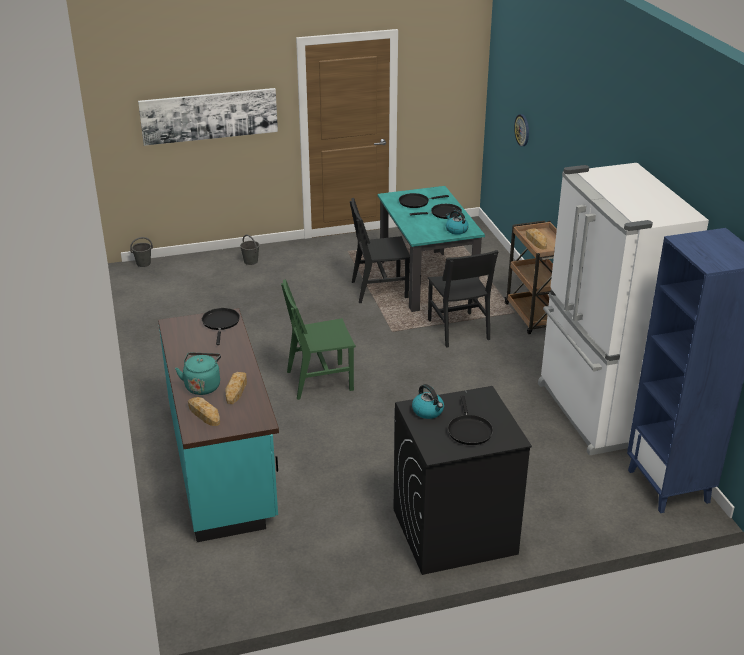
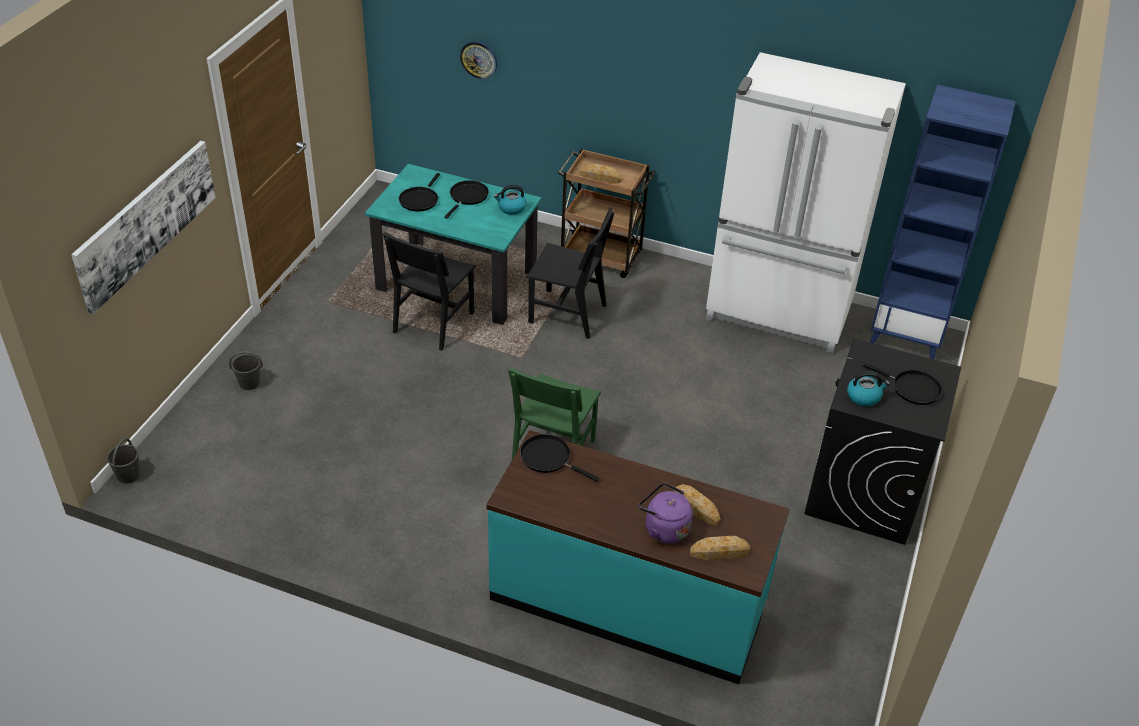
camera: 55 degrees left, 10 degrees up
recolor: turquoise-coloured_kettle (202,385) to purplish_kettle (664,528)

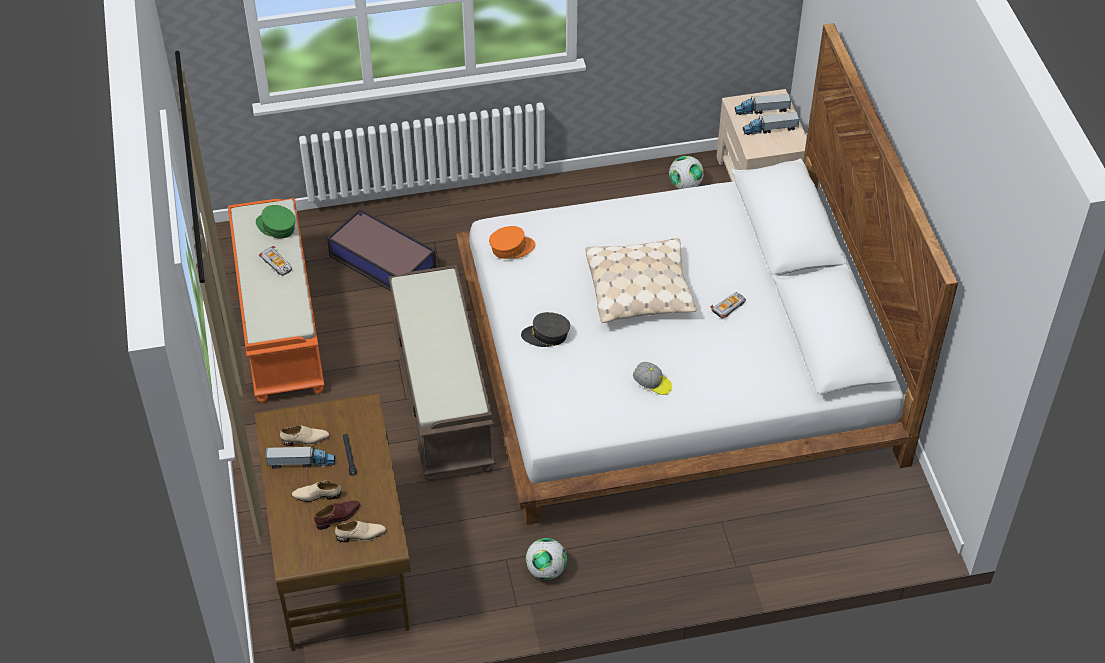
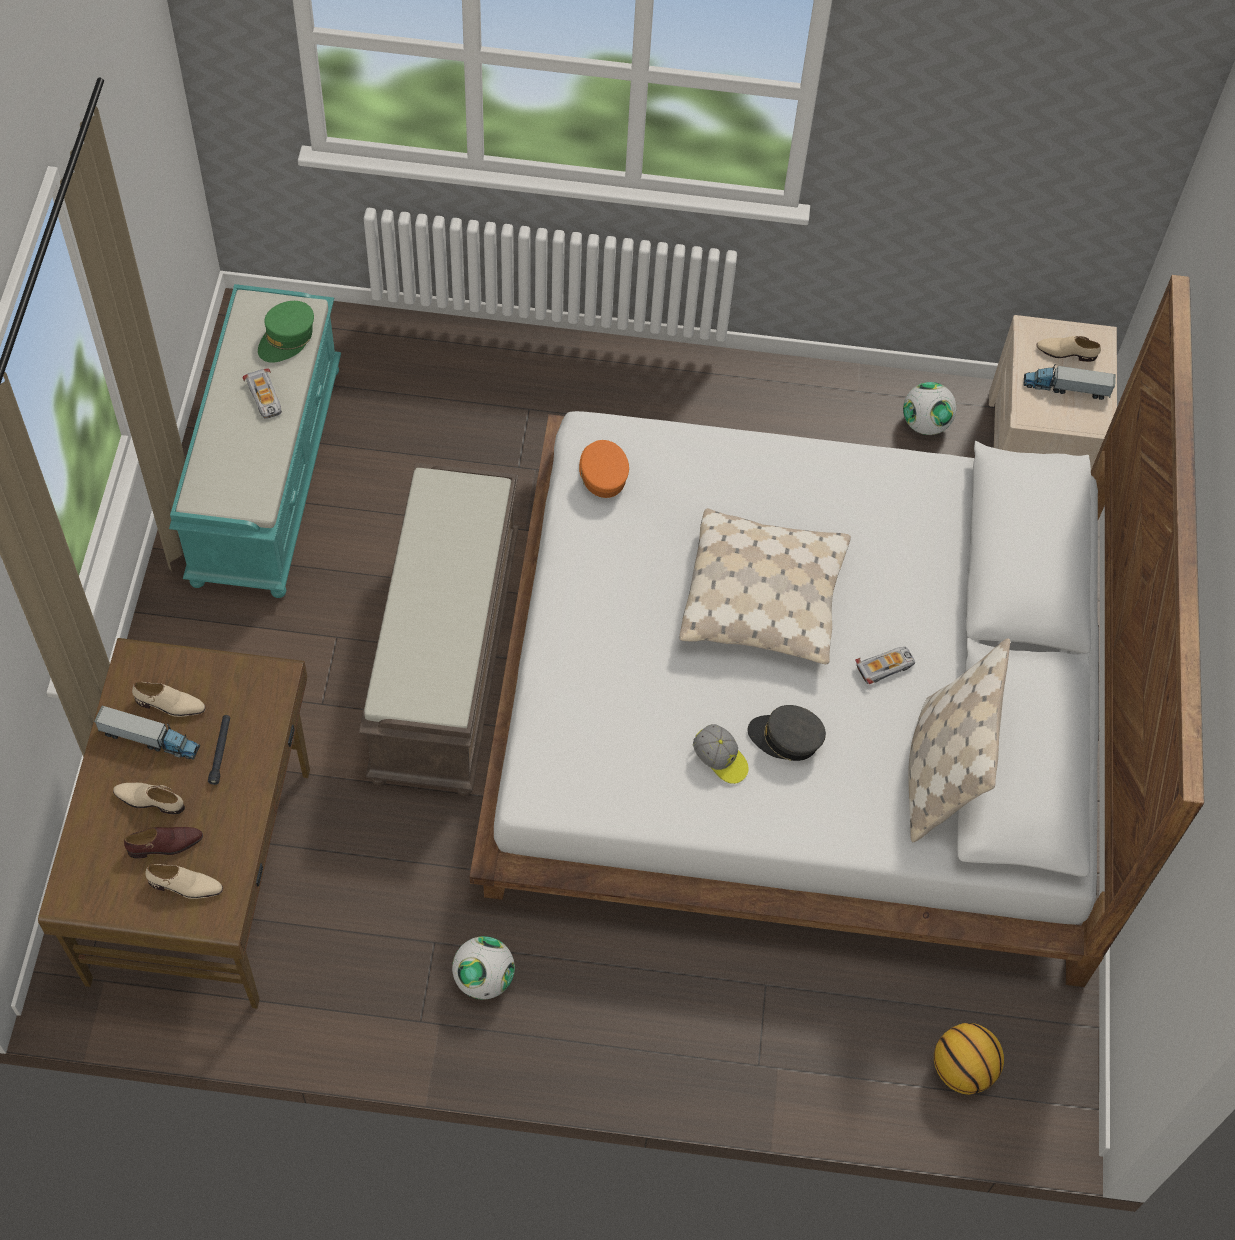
camera: 15 degrees right, 10 degrees up
delete: storage_box (382,261)
insert: beige-coloured_cushion (941,773); basketball (962,1069)
move: greyish_peaked_cap (546,335) to (786,739)
replace: toy_lorry (762,110) to beige-coloured_item_of_footwear (1066,352)
recolor: orangey_bench (278,324) to turquoise-coloured_bench (265,472)
rotate: green_peaked_cap (276,227) = (287,338) 105 degrees counterclockwise; orangey_peaked_cap (511,248) = (602,473) 105 degrees counterclockwise

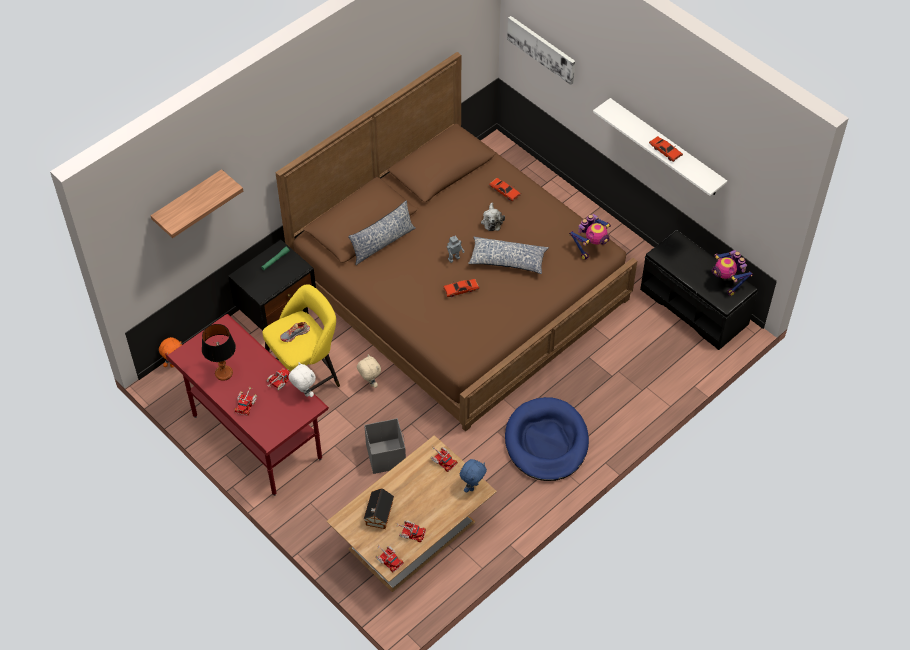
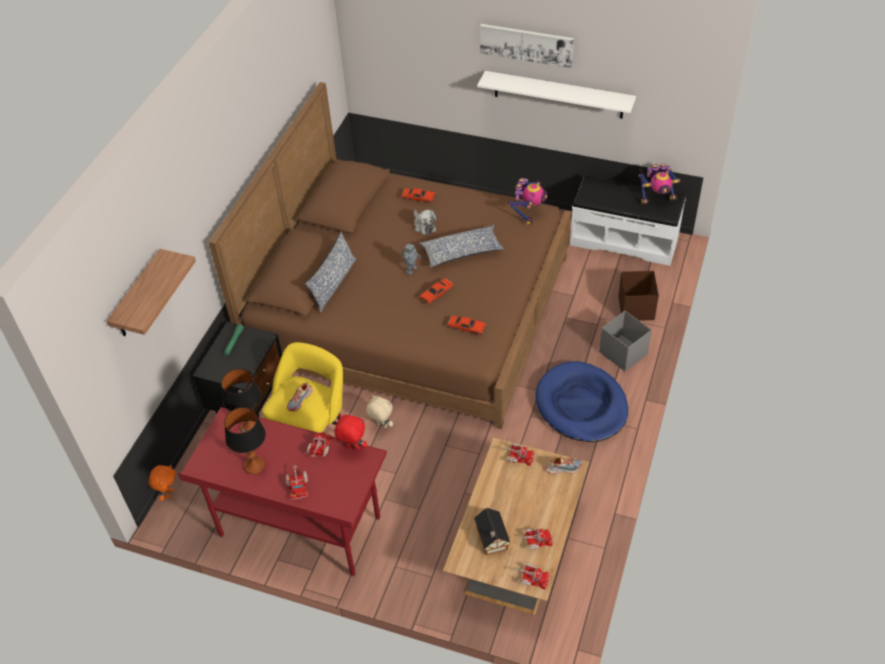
camera: 25 degrees left, 5 degrees down
insert: table_lamp (250,427); brownish_storage_box (635,308)
move: greyish_storage_box (386,455) to (623,352); wall_art (542,49) to (526,44); red-coloured_miniature_car (665,151) to (467,327)
replace: bluish_plush_toy (472,486) to item_of_footwear (563,467)
recolor: whitish_plush_toy (304,393) to red-coloured_plush_toy (352,448); black_bench (694,306) to whitish_bench (624,240)
rotate: model_robot (726,282) = (657,198) 45 degrees counterclockwise

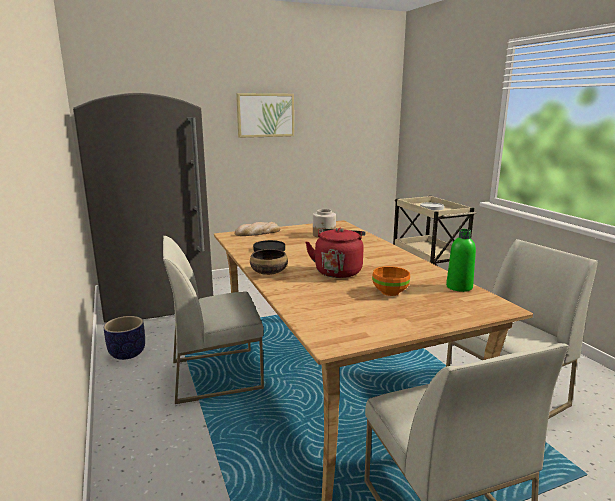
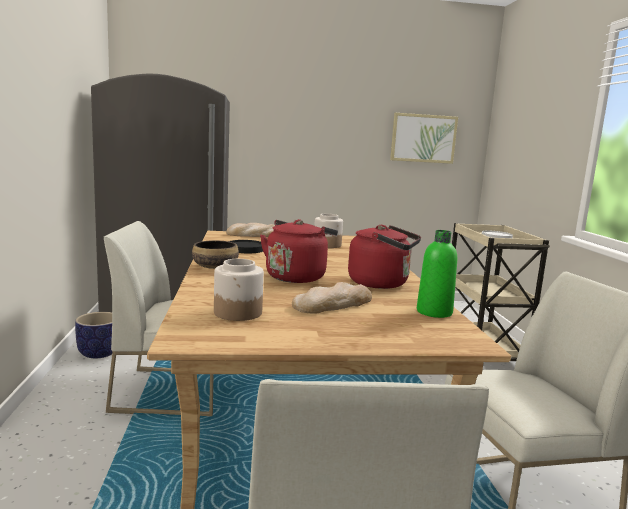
camera: 15 degrees right, 5 degrees down
insert: preserve_jar (238,312); red-coloured_kettle (382,284)
move: wall_art (265,115) to (423,138)
replace: orangey_serving_bowl (390,292) to bakery_bread (333,304)

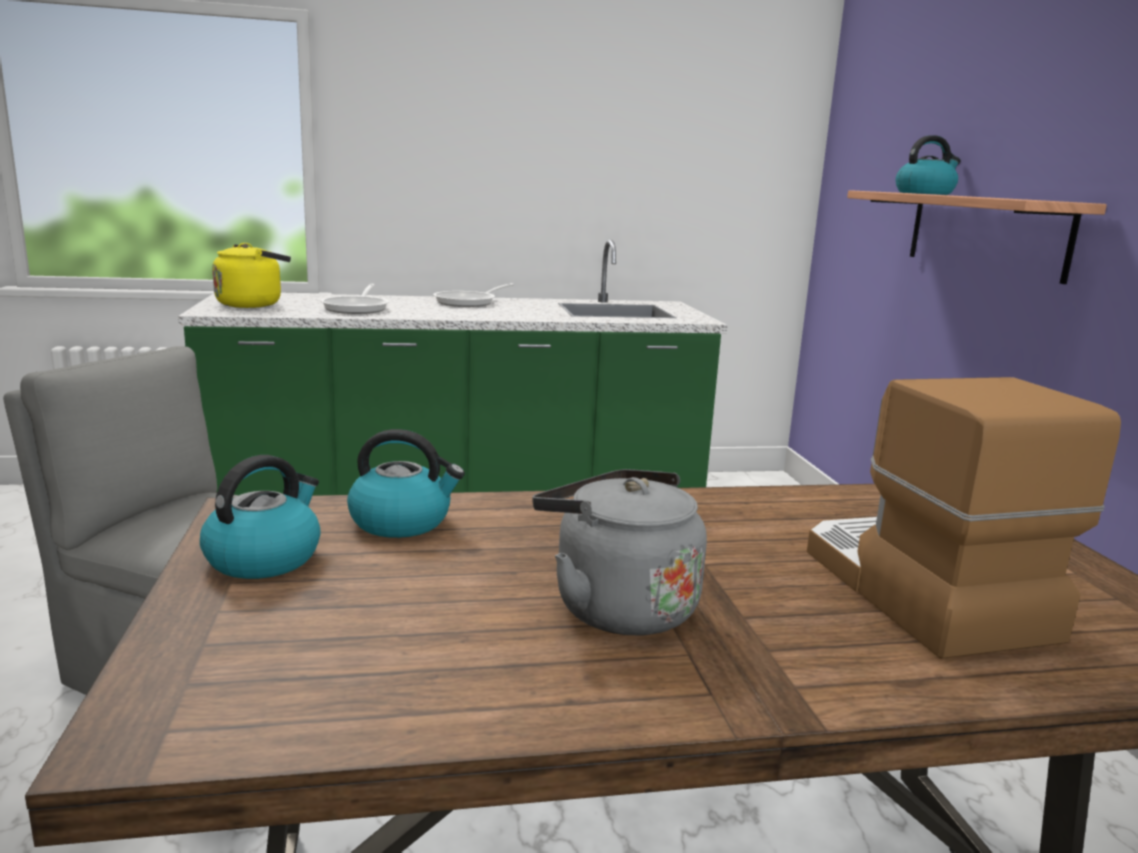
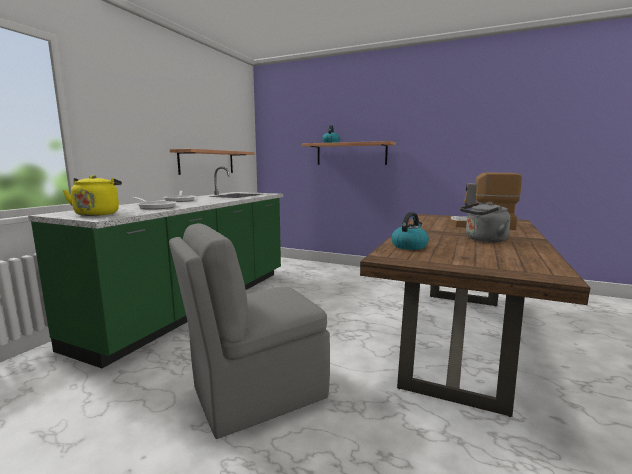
camera: 55 degrees left, 5 degrees down
delete: kettle (264,558)
insert: shelf (207,162)

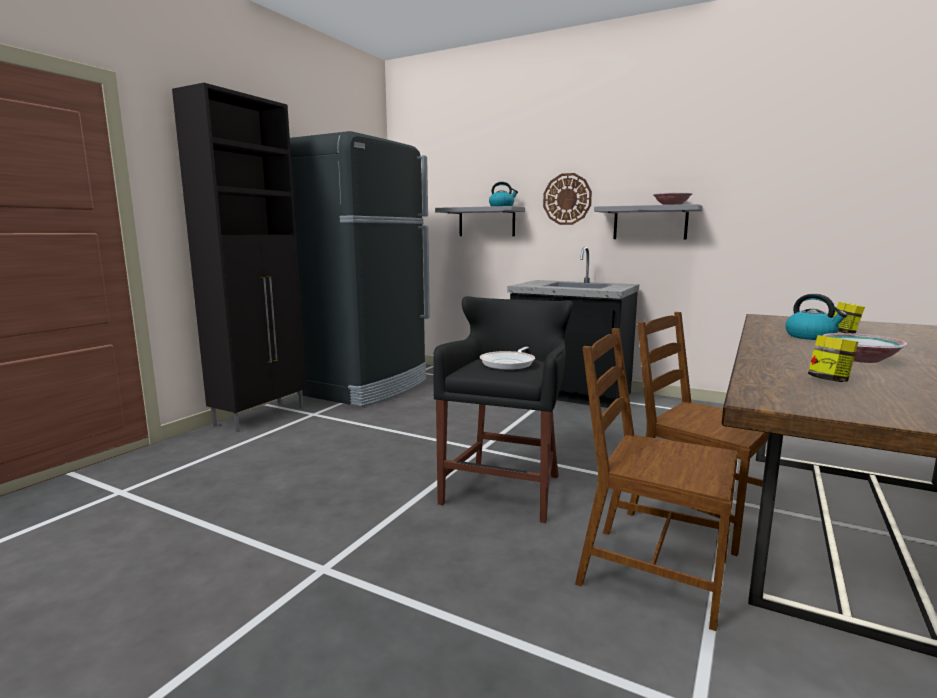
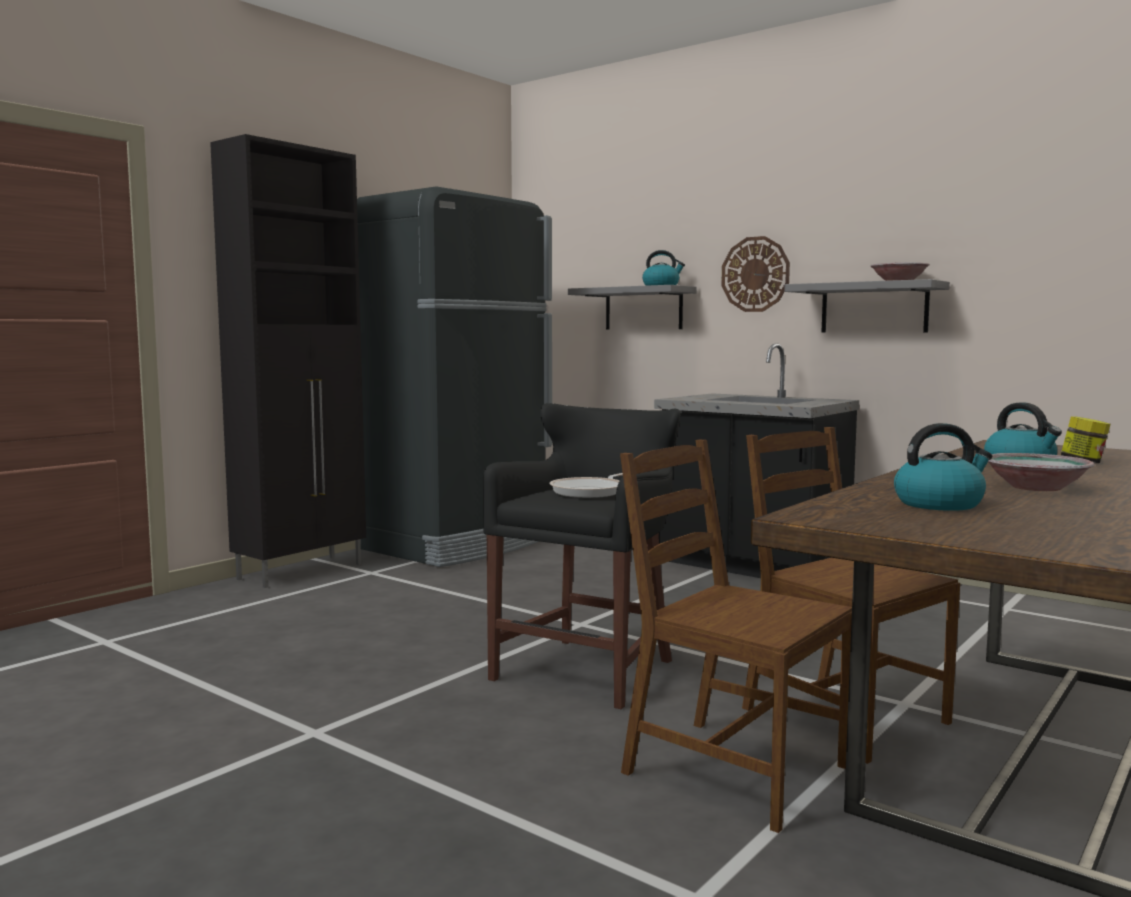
camera: 10 degrees right, 5 degrees down
replace: preserve_jar (829,380) to kettle (939,504)

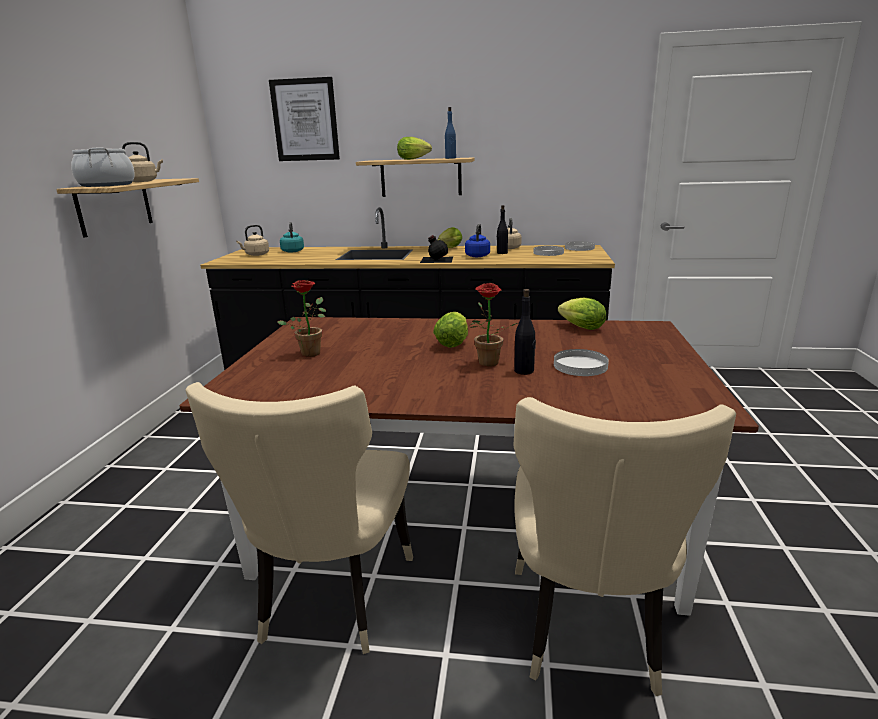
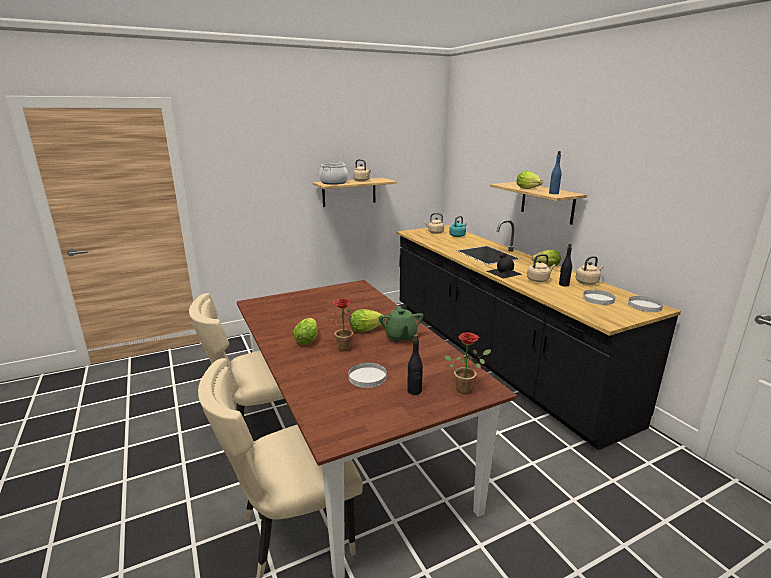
camera: 55 degrees right, 0 degrees up
delete: wall_art (305,120)
insert: green_tea_pot (400,337)
move: potted_plant (311,352) to (466,388); black_bottle (524,371) to (414,391); head_of_lettuce (579,327) to (308,339)
recolor: bluish_kettle (477,255) to beige-coloured_kettle (539,280)

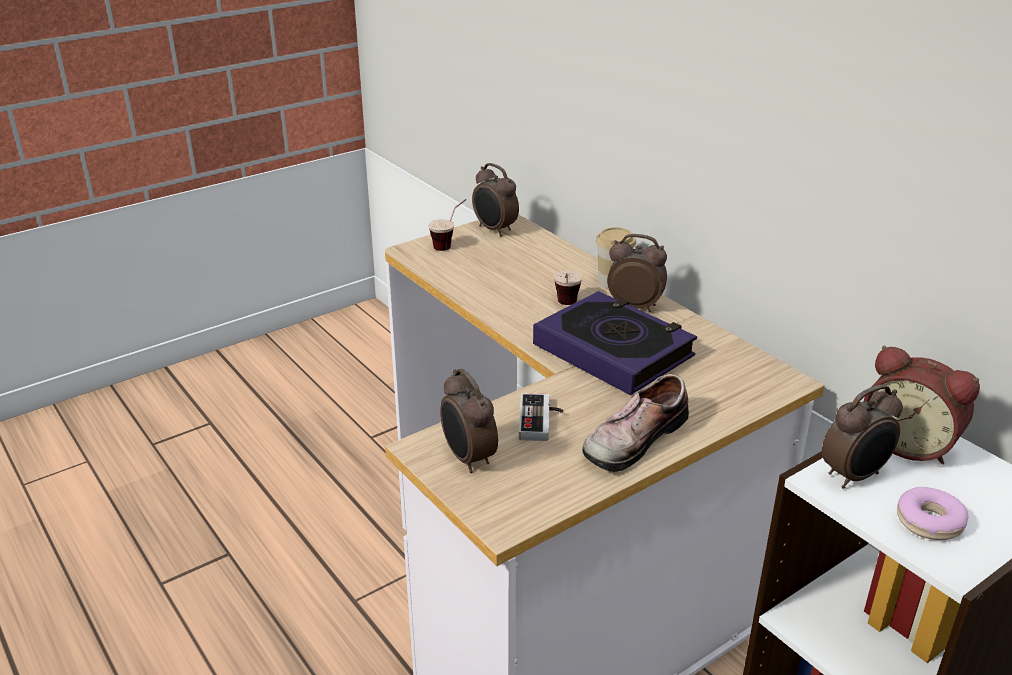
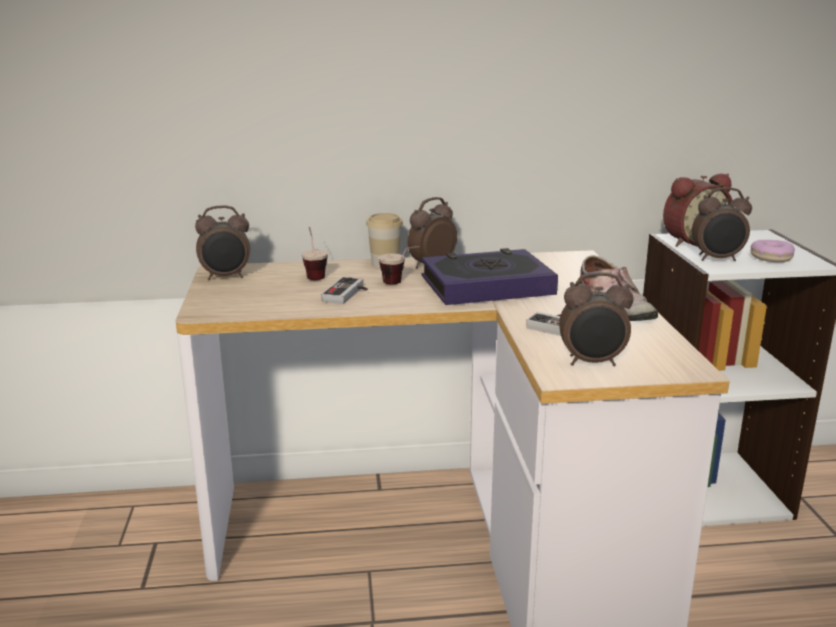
camera: 60 degrees left, 10 degrees down
insert: gamepad (348,294)
move: small_cup (450,244) to (314,274)
rotate: alarm_clock (854,476) = (717,259) 90 degrees clockwise

